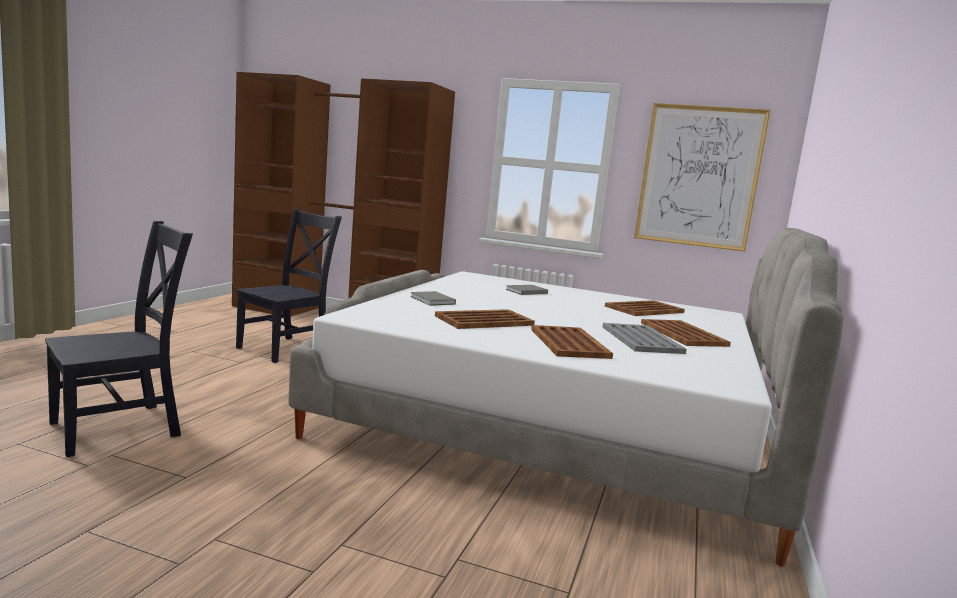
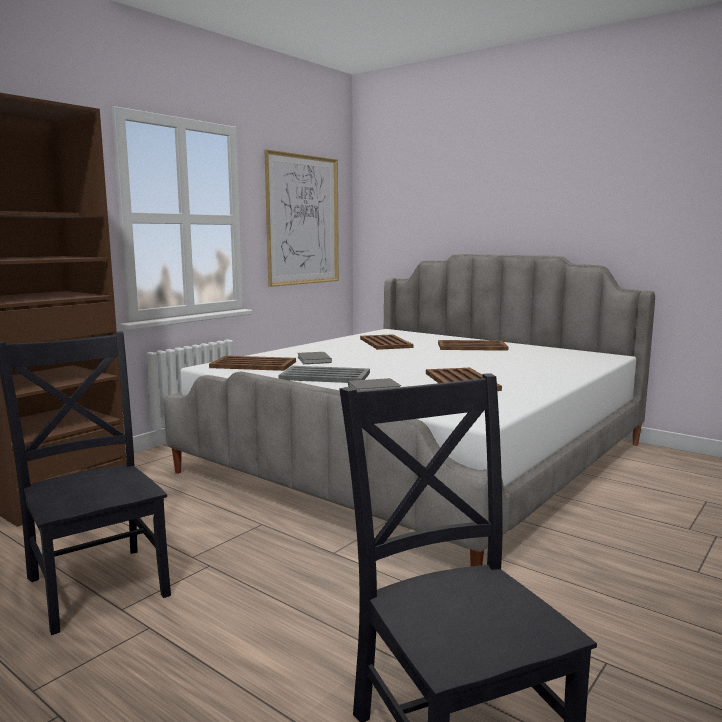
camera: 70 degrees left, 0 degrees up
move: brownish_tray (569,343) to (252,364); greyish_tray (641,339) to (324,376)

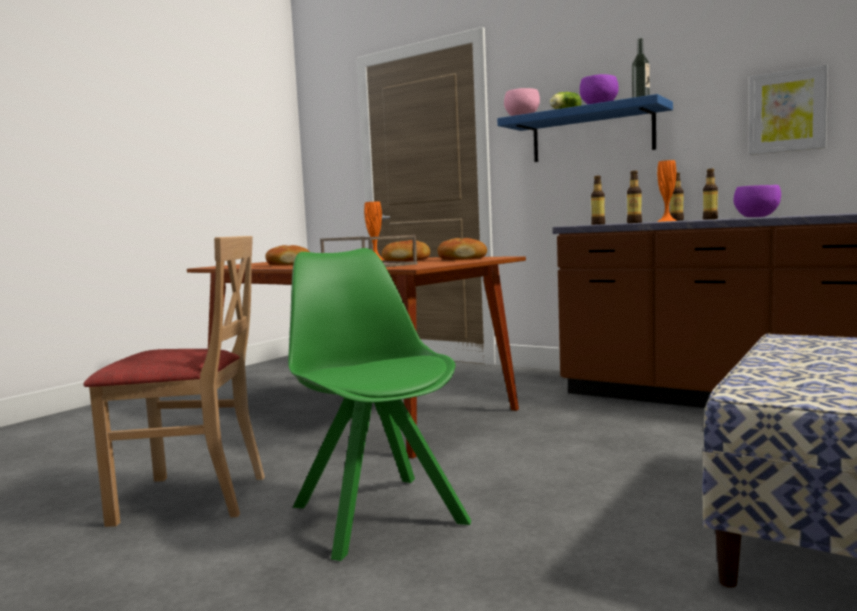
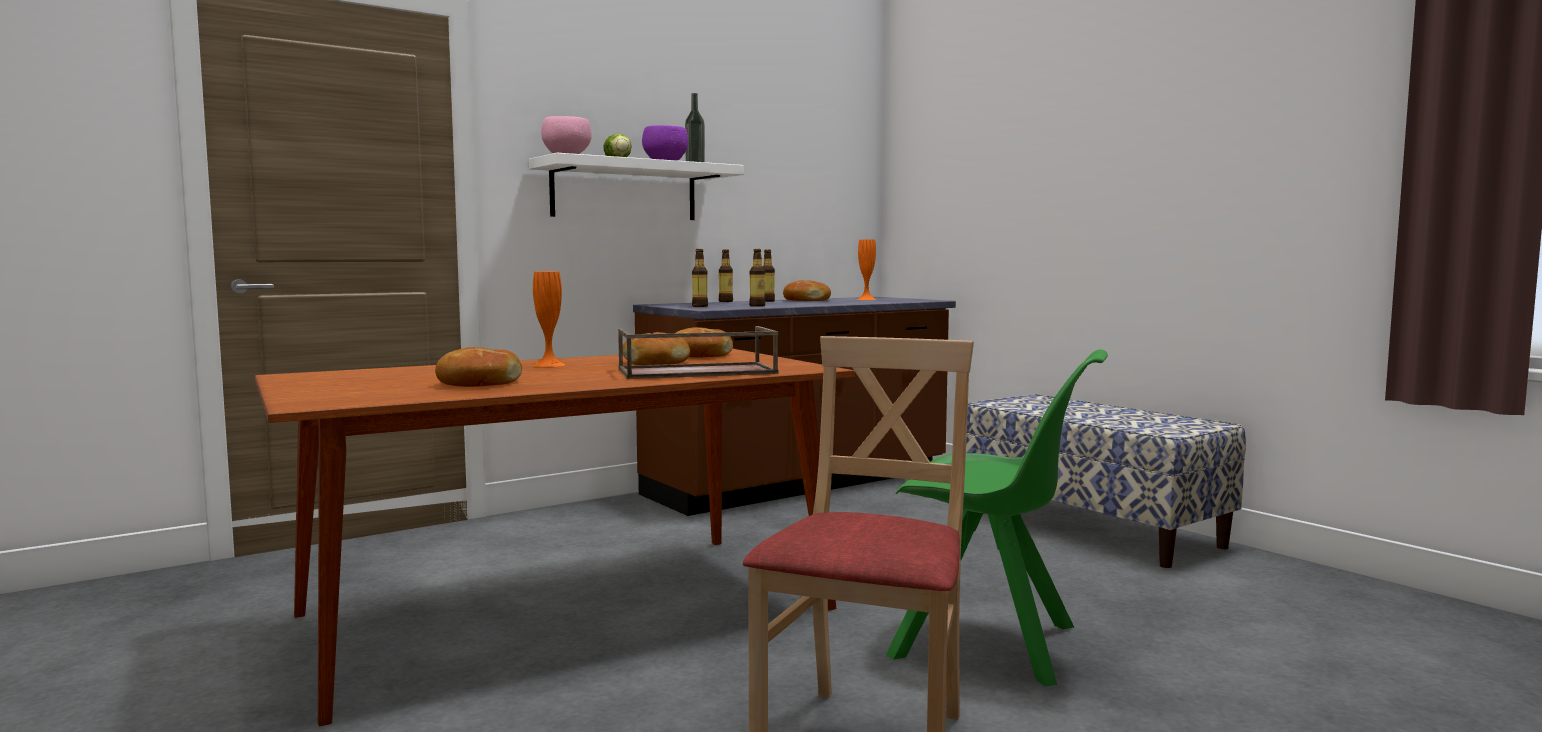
camera: 70 degrees left, 0 degrees up
delete: wall_art (787,111)
move: orangey_decorative_vase (667,221) to (866,299)
replace: purplish_serving_bowl (757,217) to bakery_bread (806,300)
recolor: bluish_shelf (592,134) to whitish_shelf (624,191)
rotate: green_upright_chair (376,512) = (990,643) 150 degrees counterclockwise

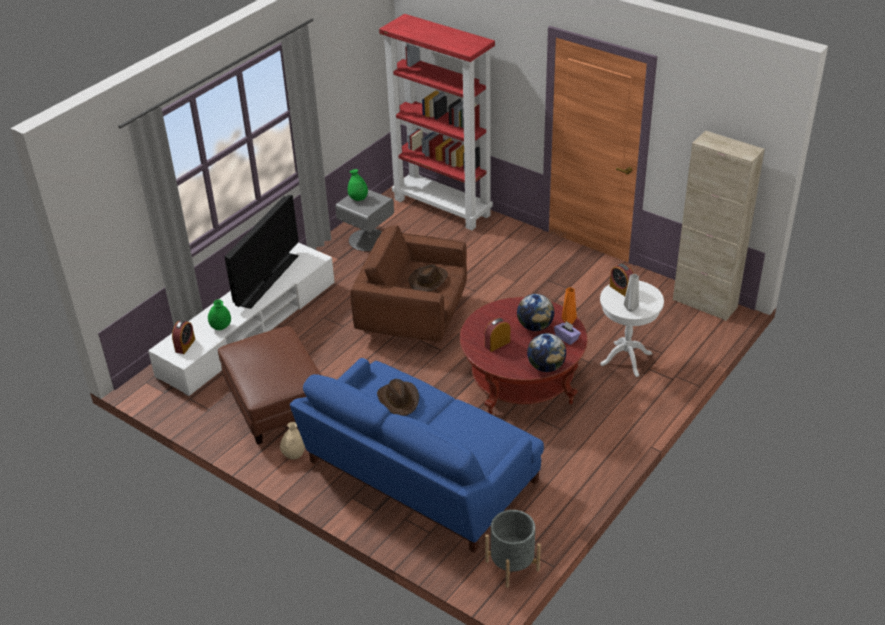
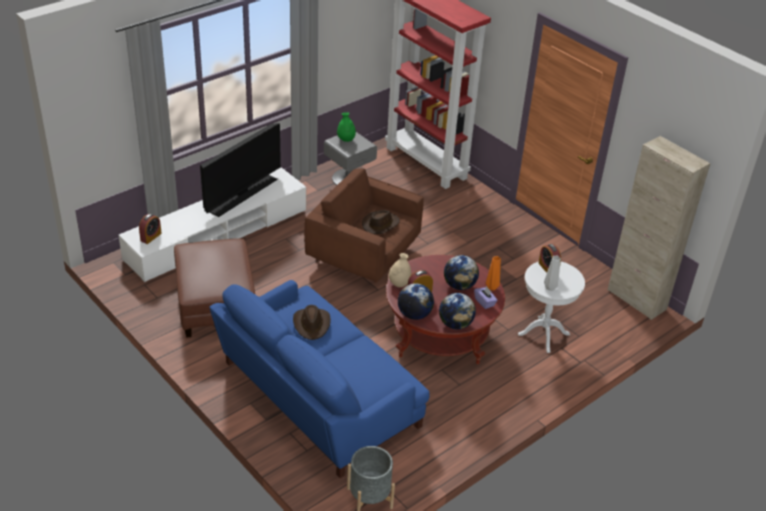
camera: 10 degrees right, 0 degrees up
delete: green_decorative_vase (221,327)
insert: globe (414,314)
move: beige-coloured_decorative_vase (294,454) to (399,283)

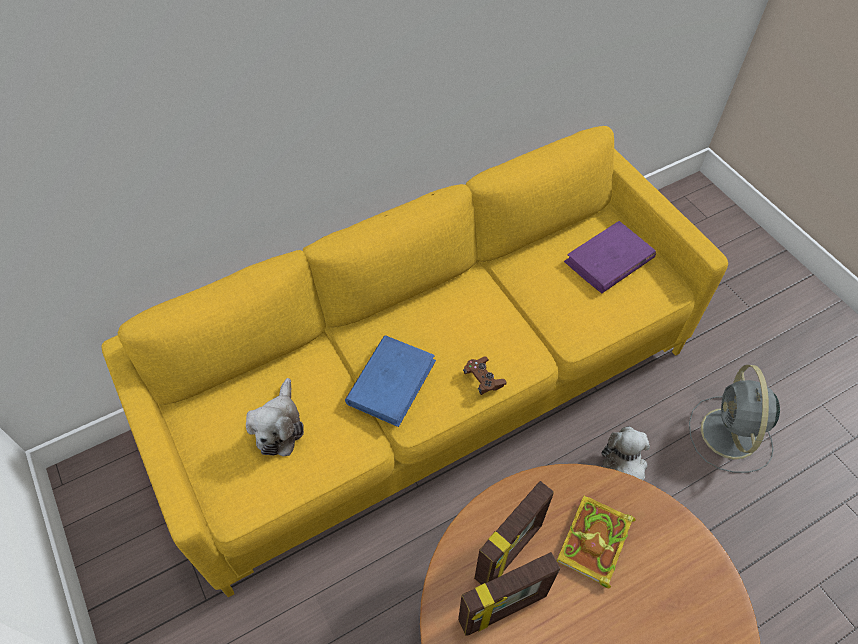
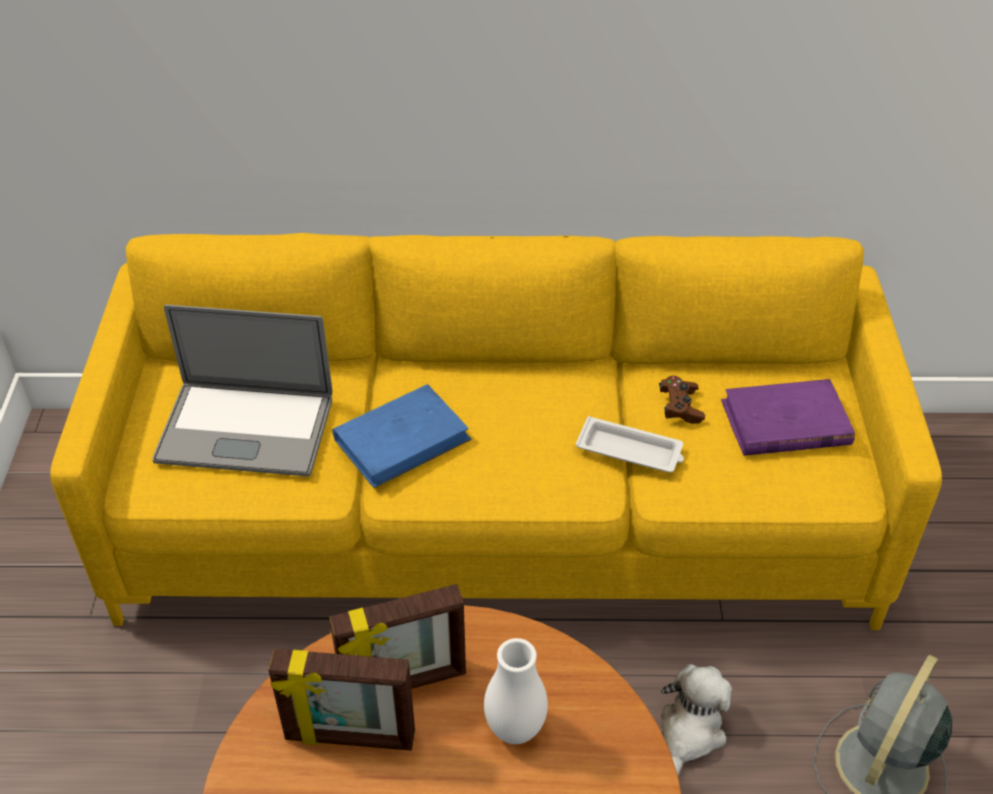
camera: 30 degrees right, 10 degrees down
insert: whitish_tray (631,451)
move: brownish_gamepad (483,379) to (680,407)
replace: plush_toy (279,426) to laptop (245,429); book (594,544) to whitish_decorative_vase (515,729)

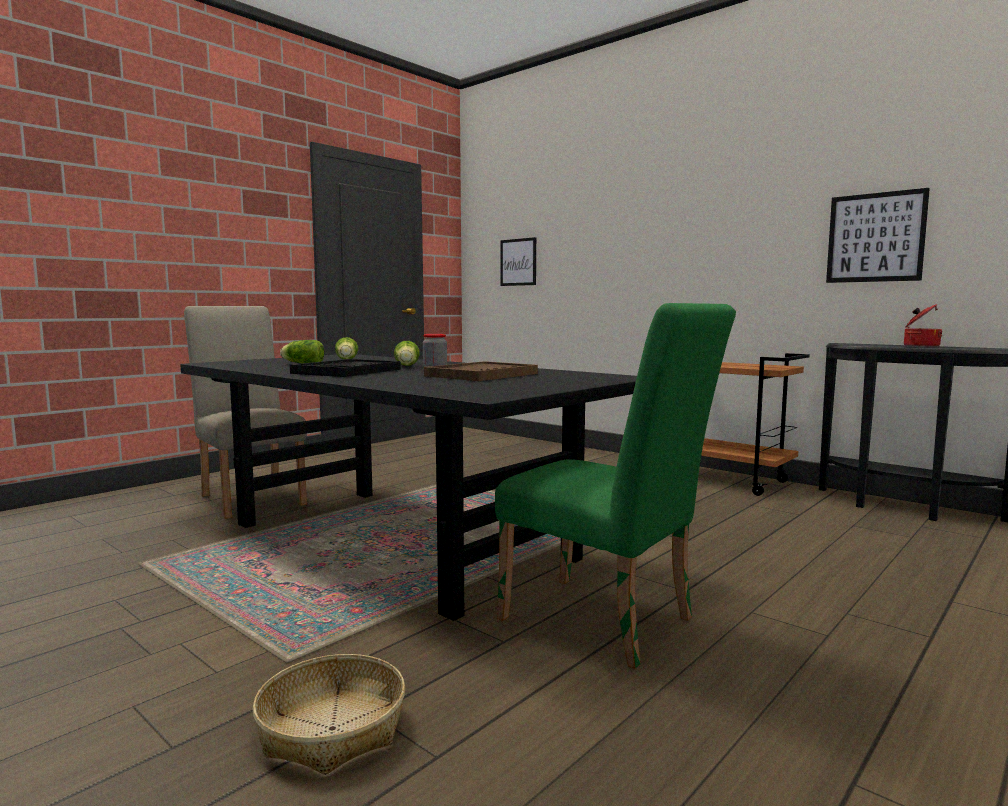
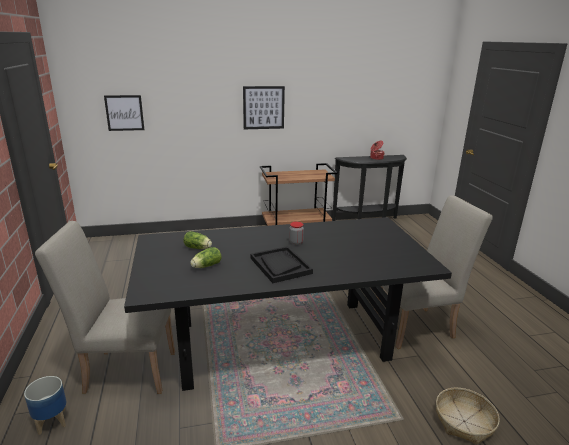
camera: 55 degrees left, 15 degrees up
delete: head_of_lettuce (406,366); brownish_tray (481,375)
insert: planter (52,421)
move: wall_art (875,237) to (263,107)
recolor: green_upright_chair (607,623) to beige-coloured_upright_chair (418,327)

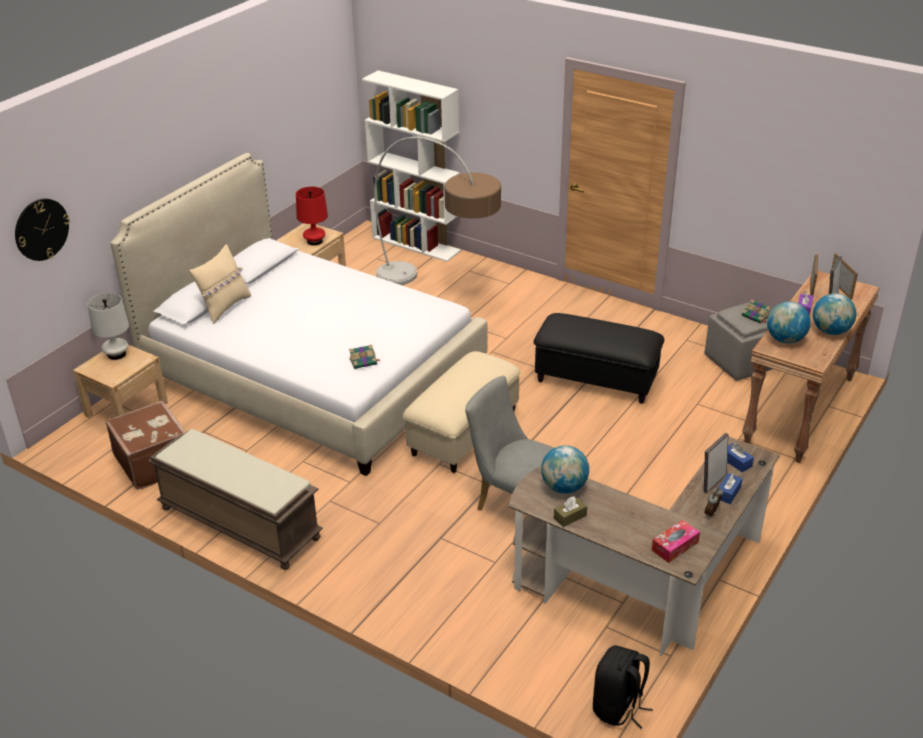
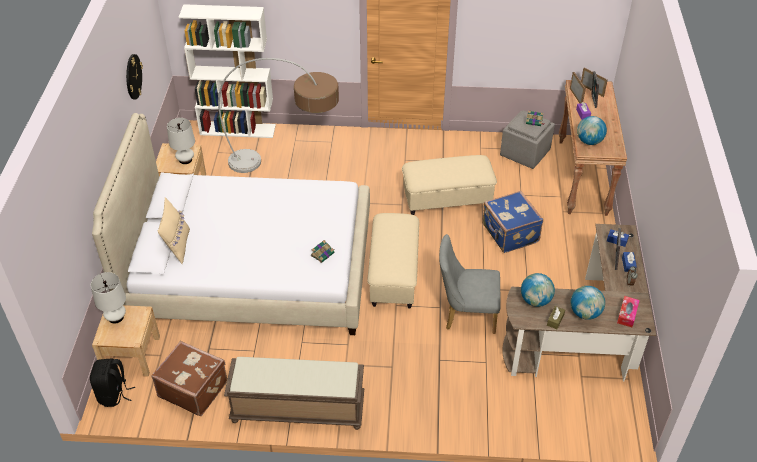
camera: 30 degrees left, 10 degrees up
insert: bluish_piece_of_luggage (509,234)
move: hanging_clock (41,229) to (133,76); black_backpack (618,708) to (114,394); globe (830,331) to (585,313)
recolor: red-coloured_table_lamp (314,241) to whitish_table_lamp (185,160); black_pouffe (595,380) to beige-coloured_pouffe (446,200)

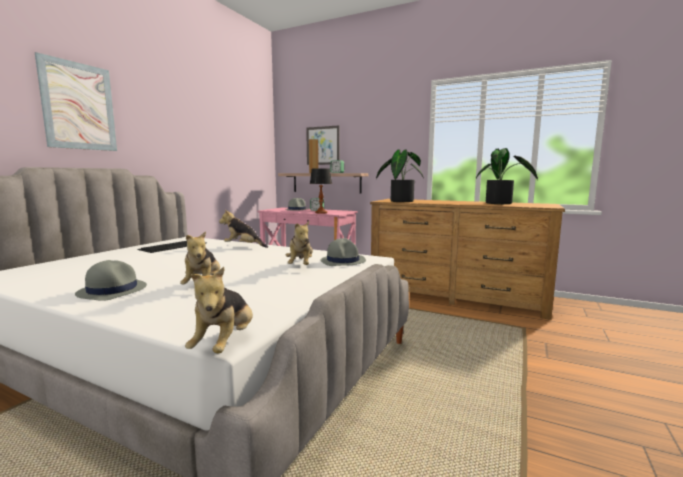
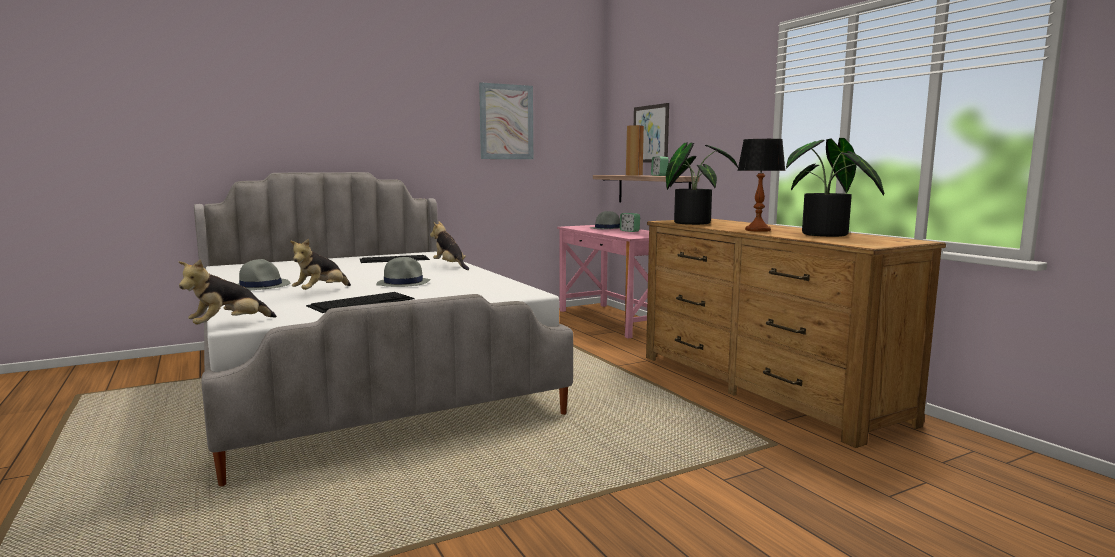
camera: 35 degrees right, 0 degrees up
delete: plush_toy (300,266)
insert: keyboard (362,302)
move: wall_art (79,106) to (506,122); table_lamp (321,212) to (757,230); greyish_clothing_hat (343,261) to (404,283)

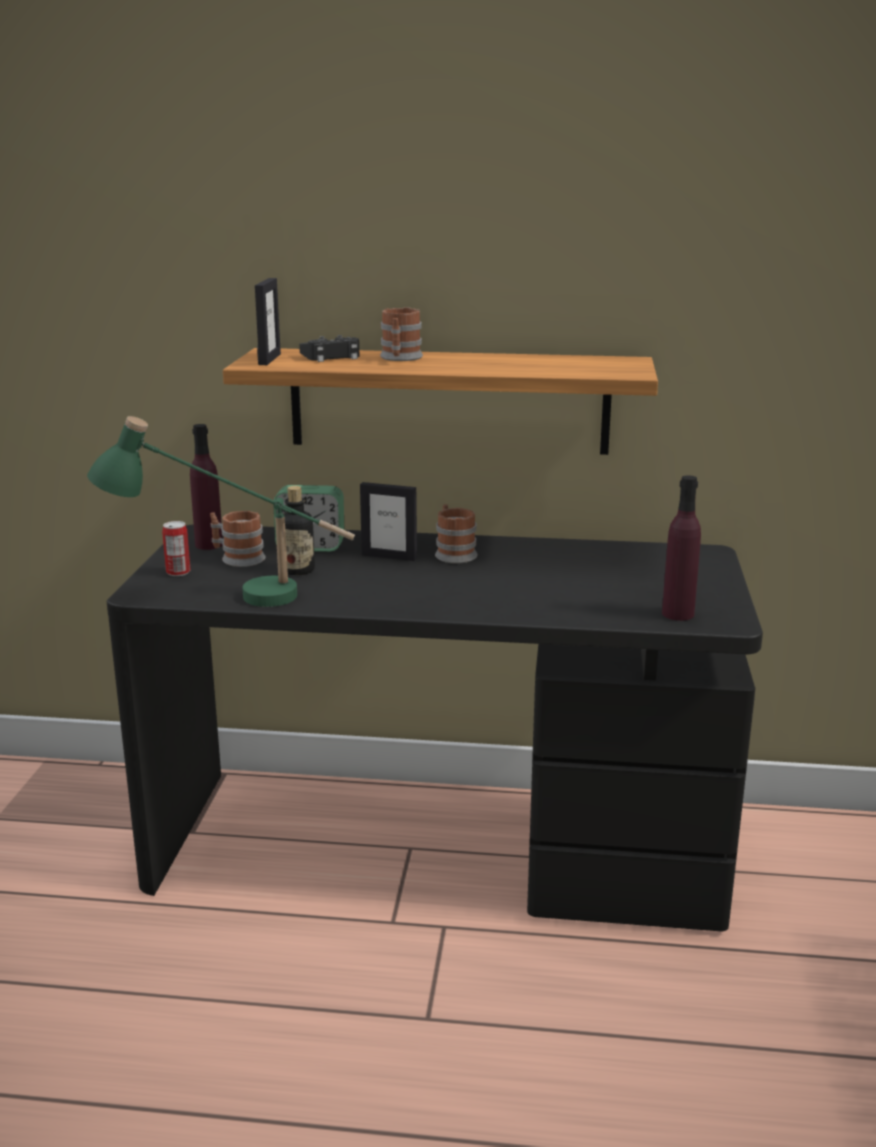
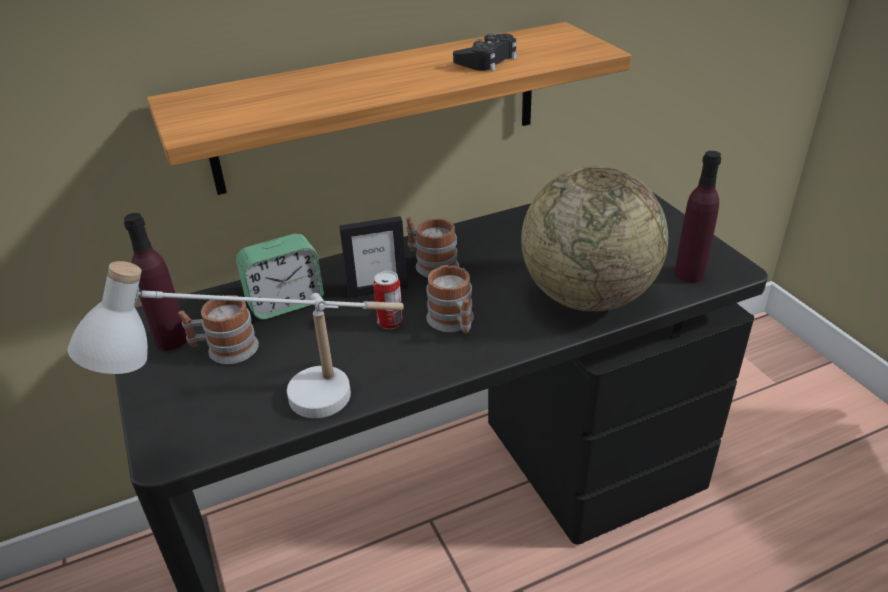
camera: 30 degrees left, 15 degrees up
delete: standing_frame (269,359); bottle (298,570)
insert: globe (587,296)
move: metal_can (178,572) to (390,322); black_gamepad (332,357) to (487,60); coffee_mug (400,358) to (453,323)
recolor: green_table_lamp (229,596) to whitish_table_lamp (275,414)

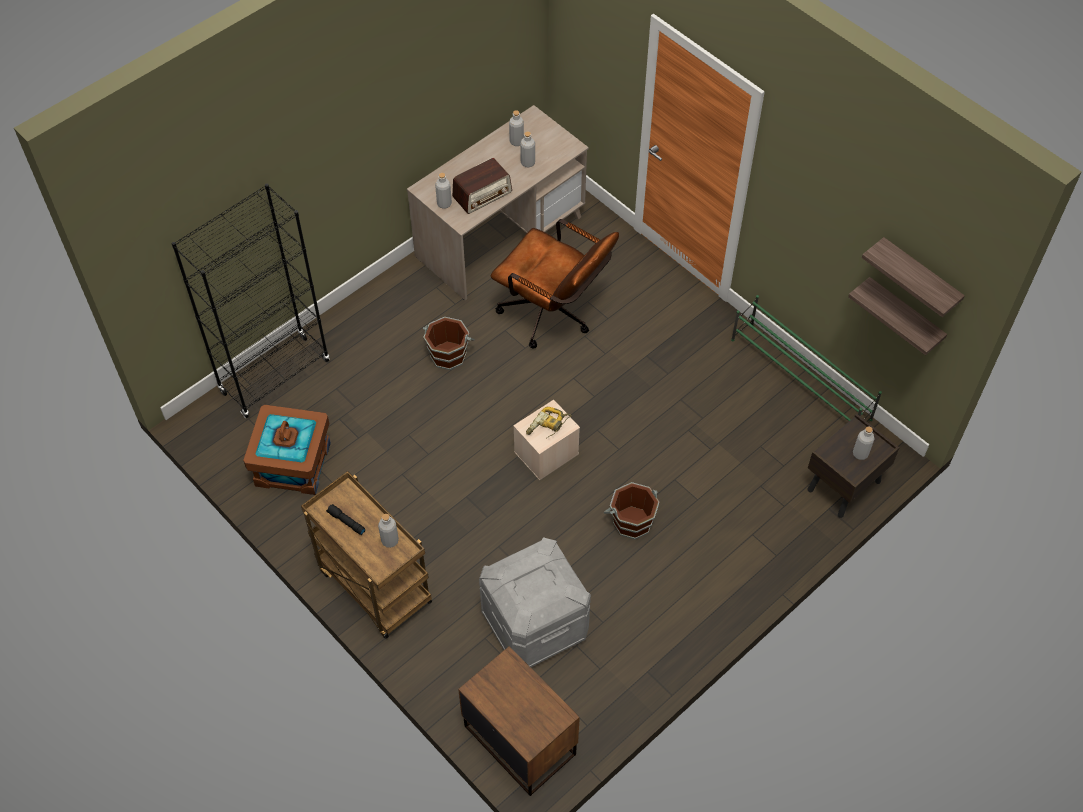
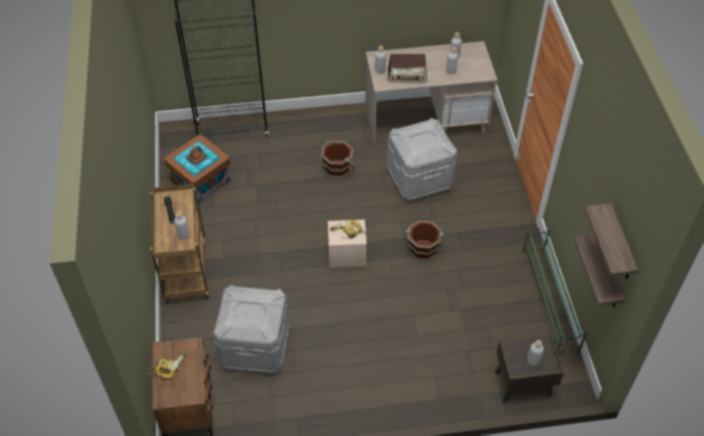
camera: 35 degrees right, 5 degrees down
insert: power_drill (168,365)
move: brownish_pail (632,521) to (422,249)
replace: brownish_desk_chair (553,316) to greyish_storage_box (419,179)

